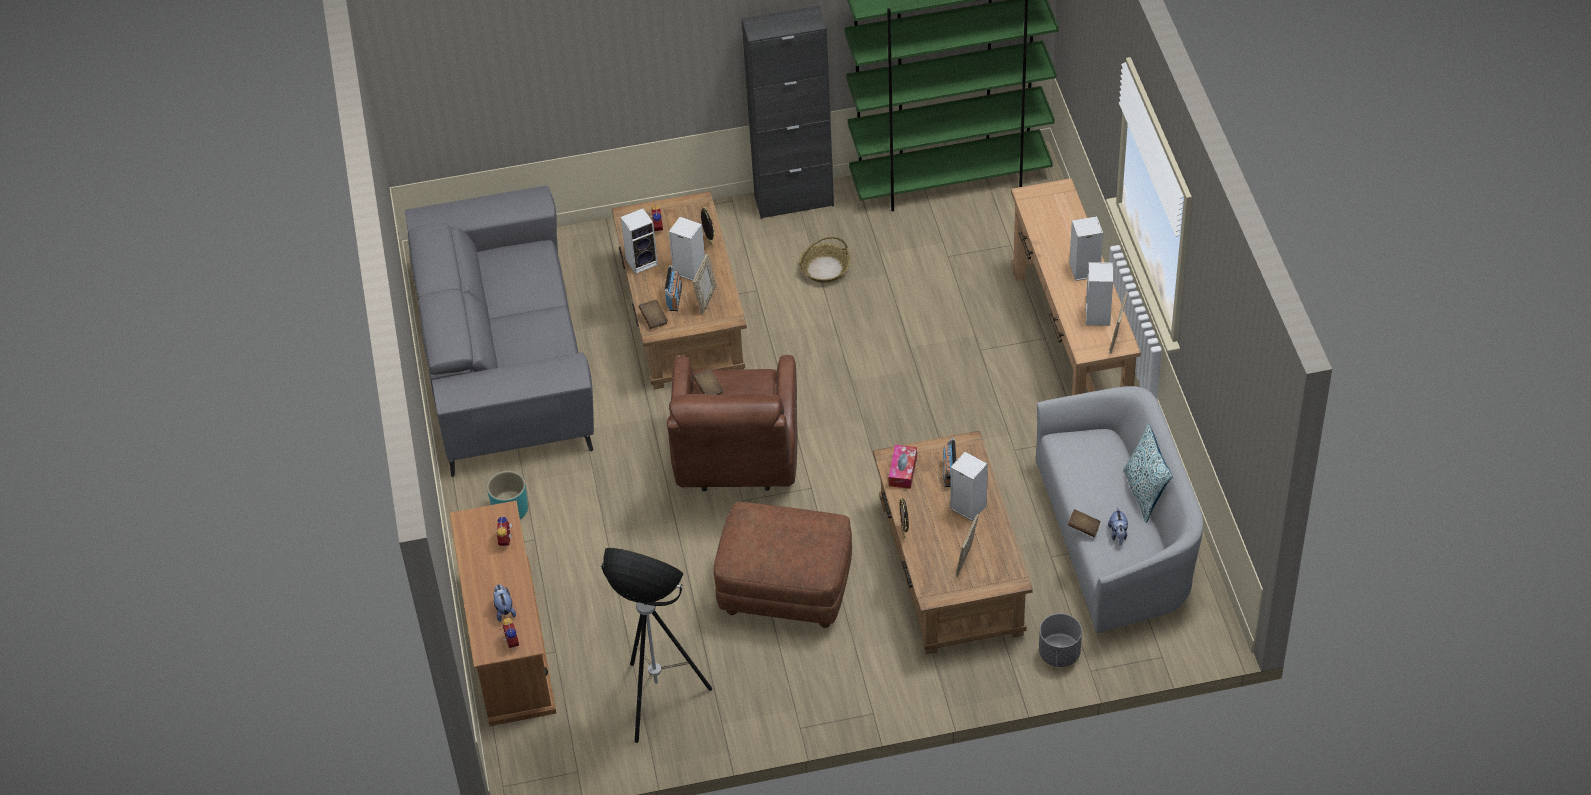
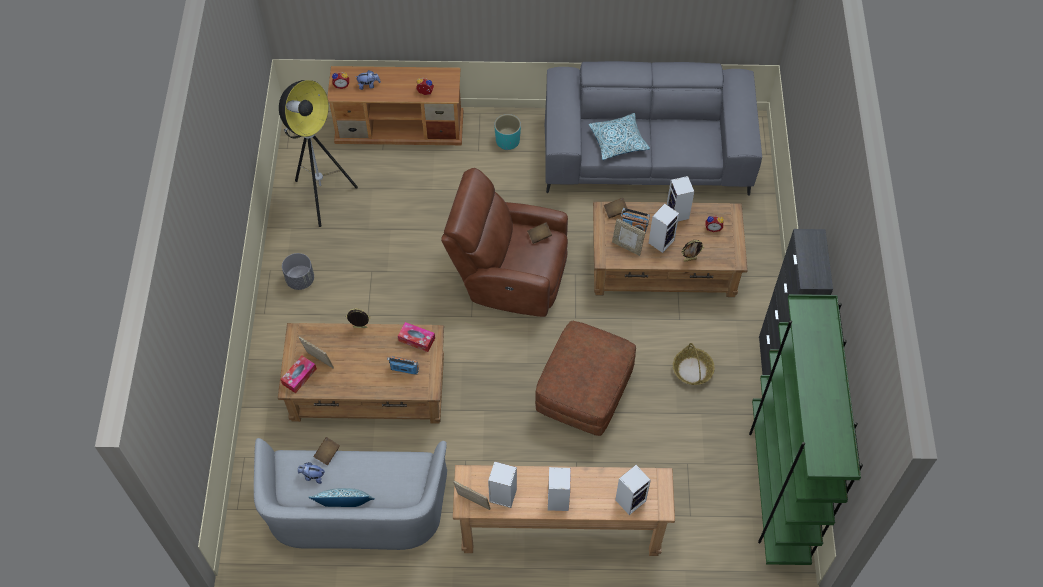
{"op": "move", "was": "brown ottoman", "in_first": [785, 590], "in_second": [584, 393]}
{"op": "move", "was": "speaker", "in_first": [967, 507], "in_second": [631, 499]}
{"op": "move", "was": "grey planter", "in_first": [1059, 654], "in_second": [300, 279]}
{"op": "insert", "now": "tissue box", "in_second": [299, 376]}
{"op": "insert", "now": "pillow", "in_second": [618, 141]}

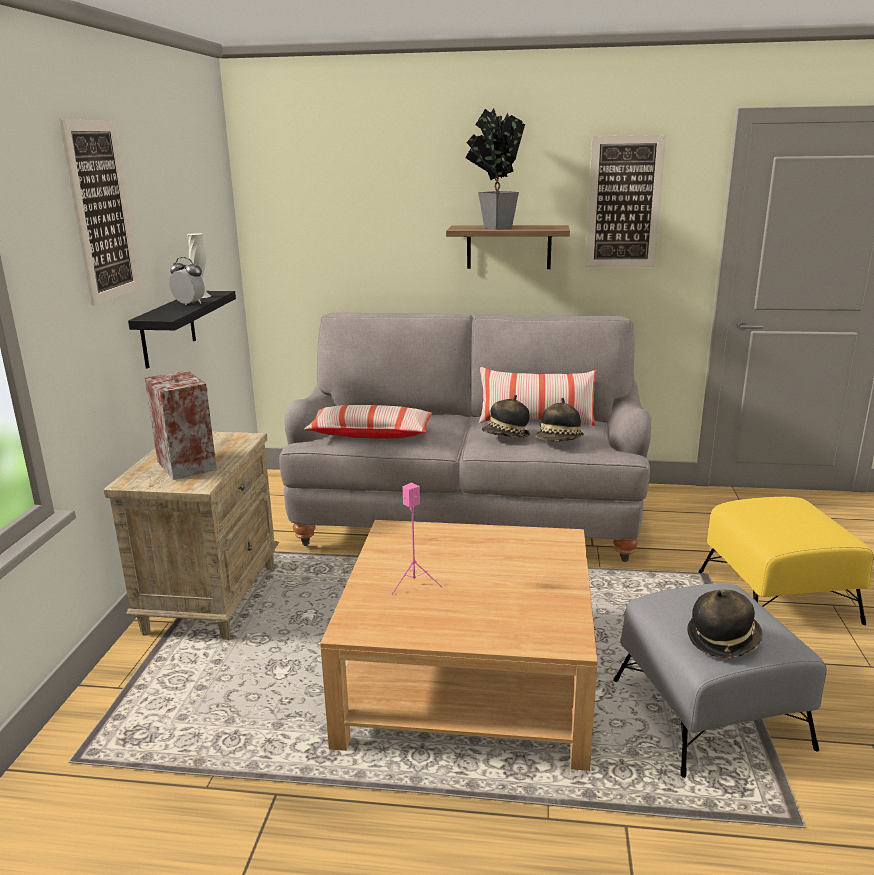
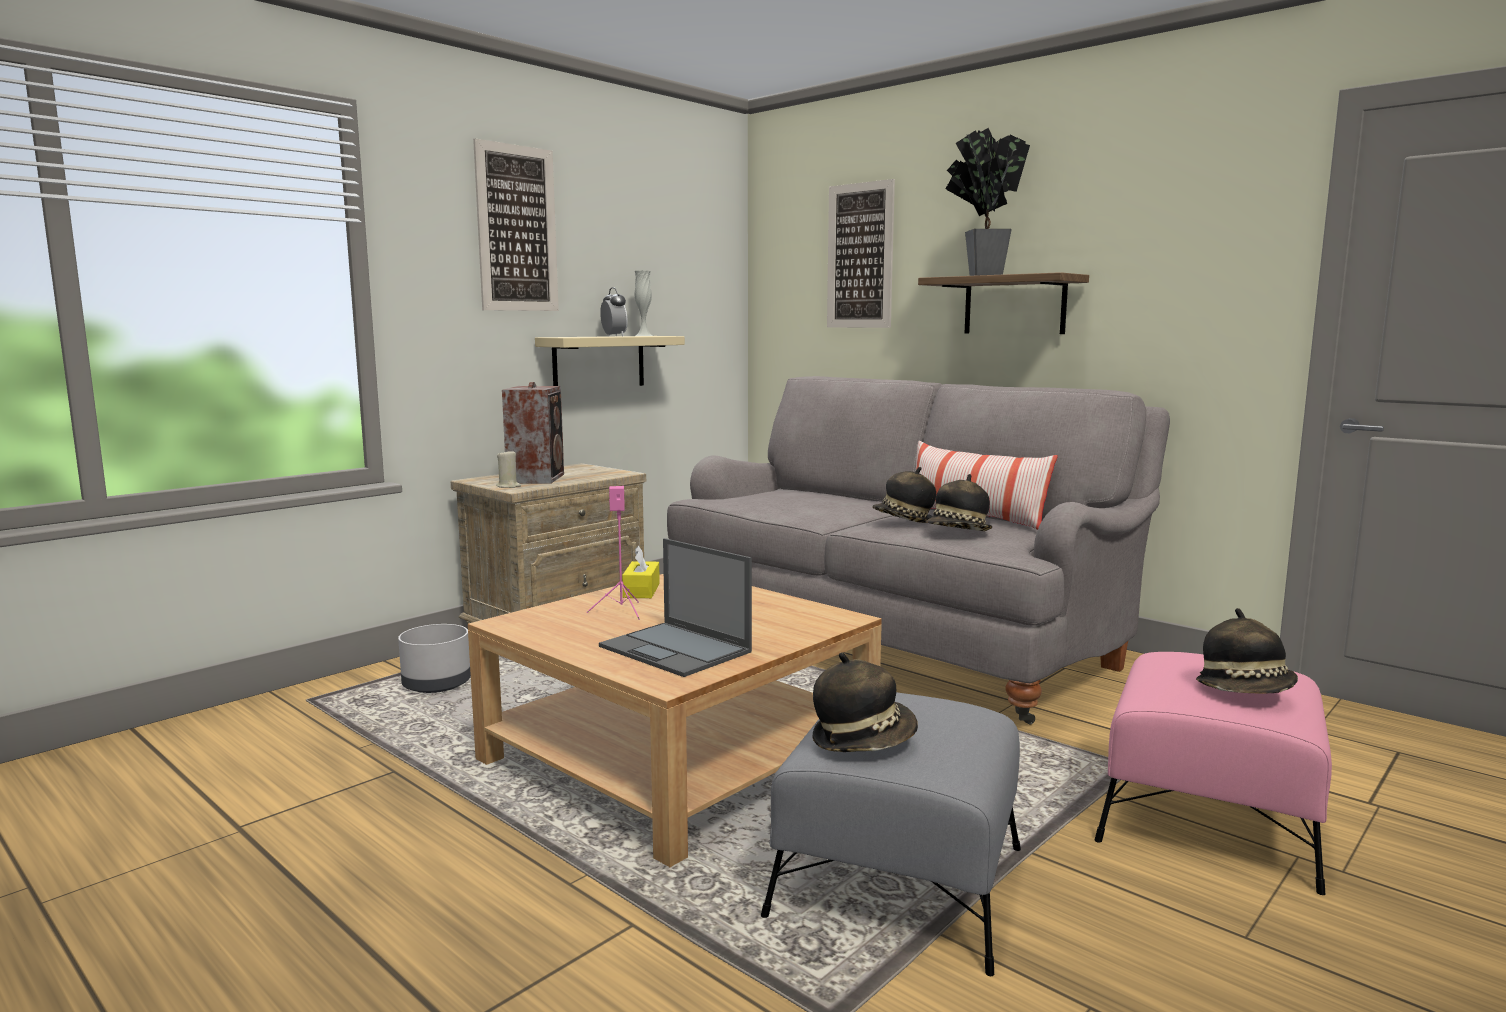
{"op": "recolor", "was": "black shelf", "now": "beige shelf", "in_first": [168, 329], "in_second": [599, 362]}
{"op": "delete", "was": "pillow", "in_first": [370, 434]}
{"op": "move", "was": "picture", "in_first": [624, 202], "in_second": [860, 256]}
{"op": "recolor", "was": "yellow ottoman", "now": "pink ottoman", "in_first": [777, 596], "in_second": [1210, 819]}
{"op": "insert", "now": "grey planter", "in_second": [437, 685]}
{"op": "insert", "now": "beige candle", "in_second": [508, 486]}
{"op": "insert", "now": "laptop", "in_second": [676, 650]}
{"op": "insert", "now": "yellow tissue box", "in_second": [641, 590]}
{"op": "insert", "now": "hat", "in_second": [1246, 691]}

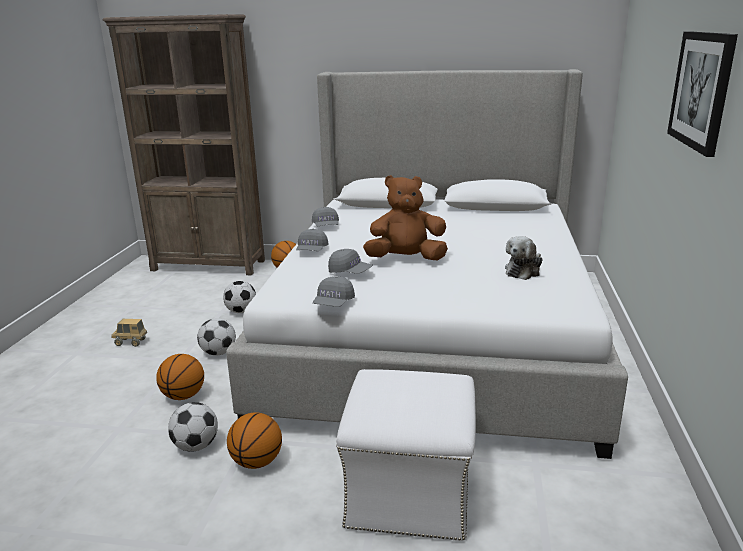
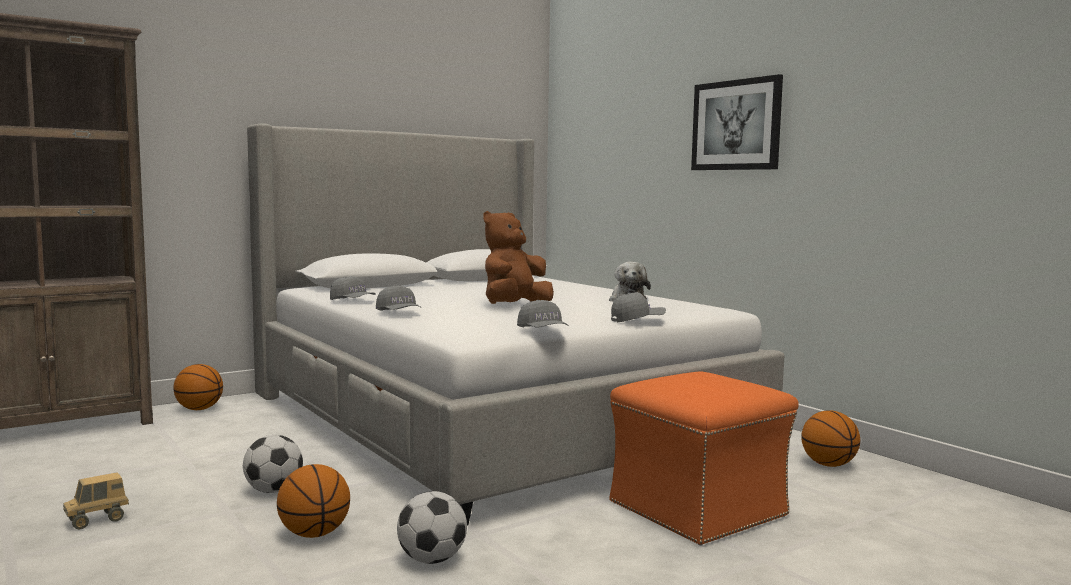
{"op": "delete", "was": "football", "in_first": [241, 311]}
{"op": "move", "was": "basketball", "in_first": [257, 462], "in_second": [828, 465]}
{"op": "move", "was": "grey cap", "in_first": [350, 272], "in_second": [637, 320]}
{"op": "recolor", "was": "white ottoman", "now": "orange ottoman", "in_first": [410, 493], "in_second": [699, 508]}

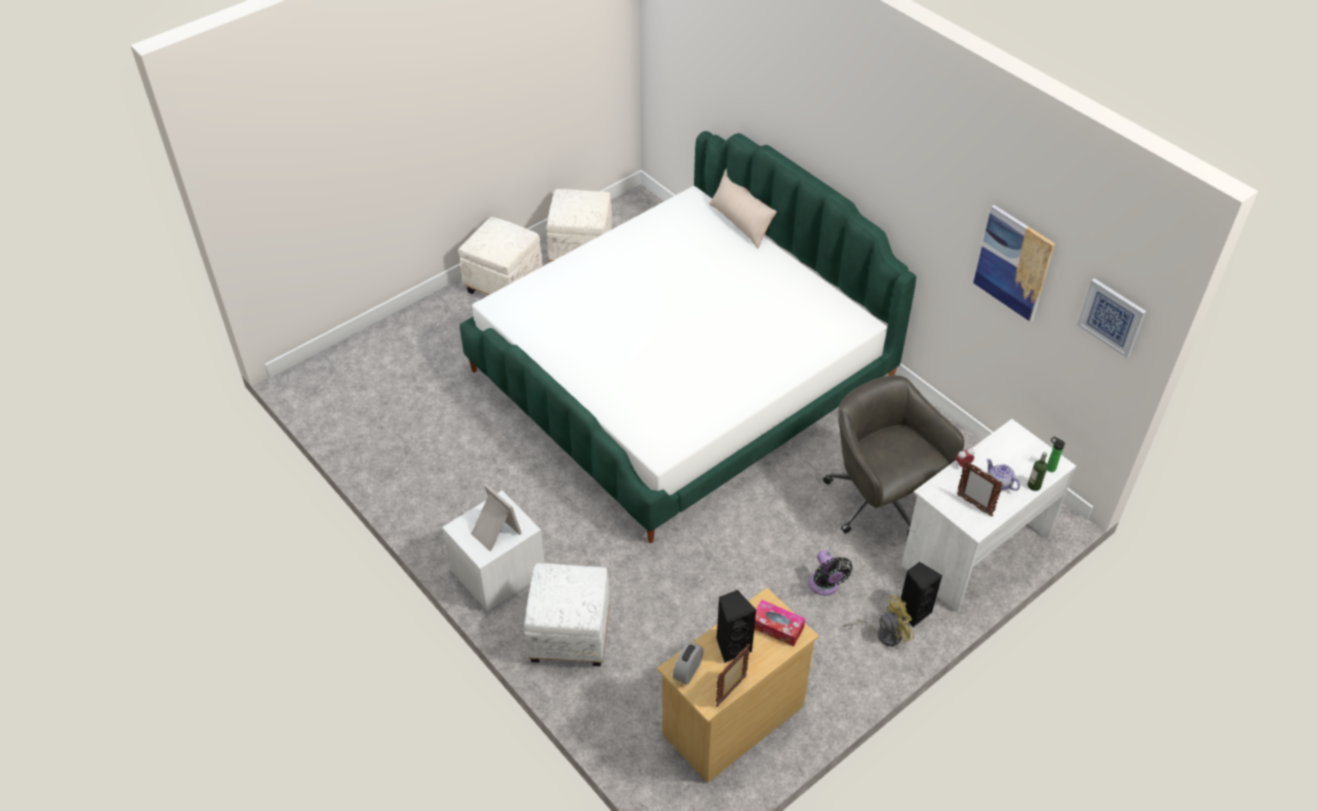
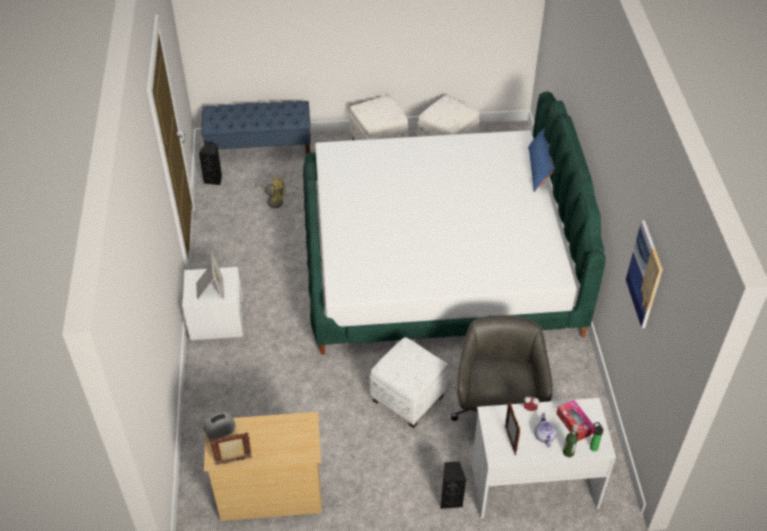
{"op": "move", "was": "white ottoman", "in_first": [571, 635], "in_second": [409, 398]}
{"op": "recolor", "was": "beige pillow", "now": "blue pillow", "in_first": [741, 222], "in_second": [539, 169]}
{"op": "move", "was": "black speaker", "in_first": [732, 646], "in_second": [214, 179]}
{"op": "move", "was": "tissue box", "in_first": [777, 627], "in_second": [574, 423]}
{"op": "delete", "was": "black fan", "in_first": [825, 586]}
{"op": "move", "was": "yellow fan", "in_first": [884, 633], "in_second": [273, 200]}
{"op": "delete", "was": "picture", "in_first": [1112, 317]}
{"op": "insert", "now": "blue bench", "in_second": [260, 151]}

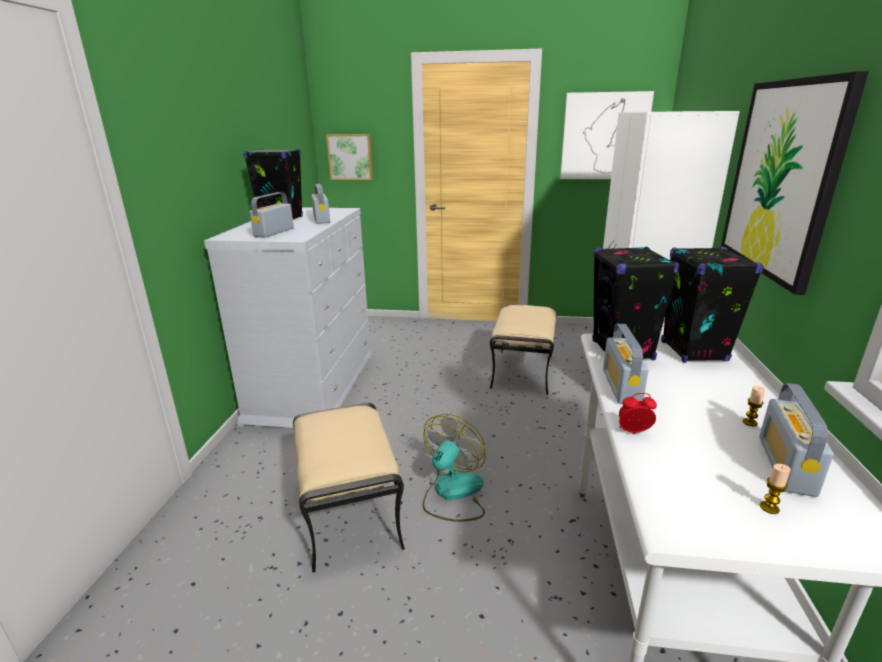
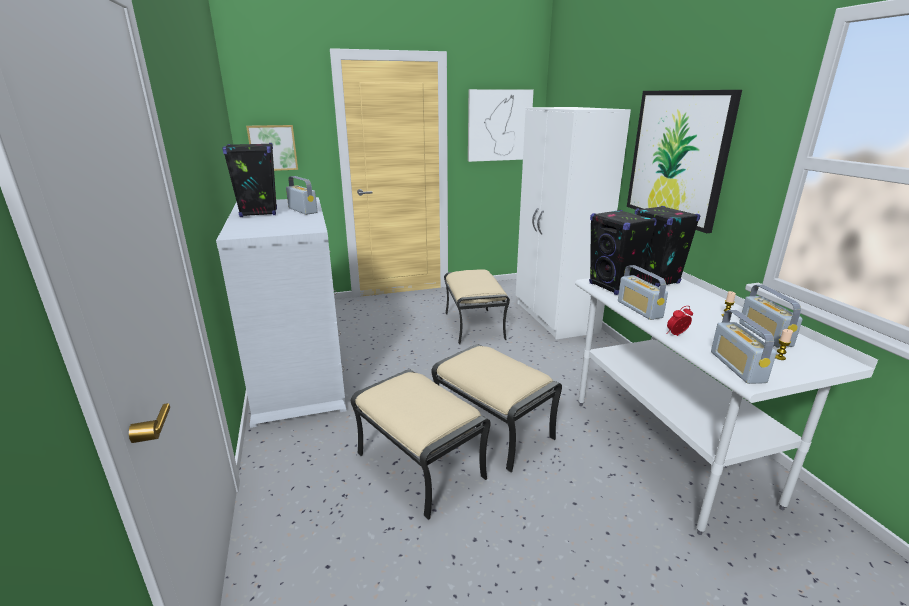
{"op": "move", "was": "radio", "in_first": [274, 232], "in_second": [737, 367]}
{"op": "replace", "was": "fan", "now": "beige ottoman", "in_first": [452, 494], "in_second": [491, 429]}

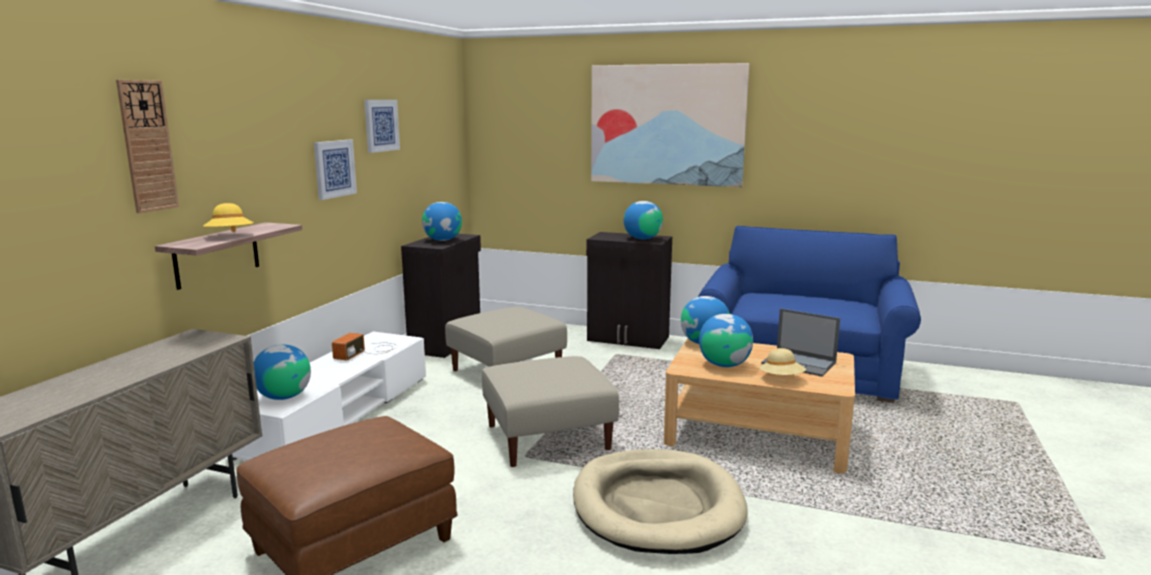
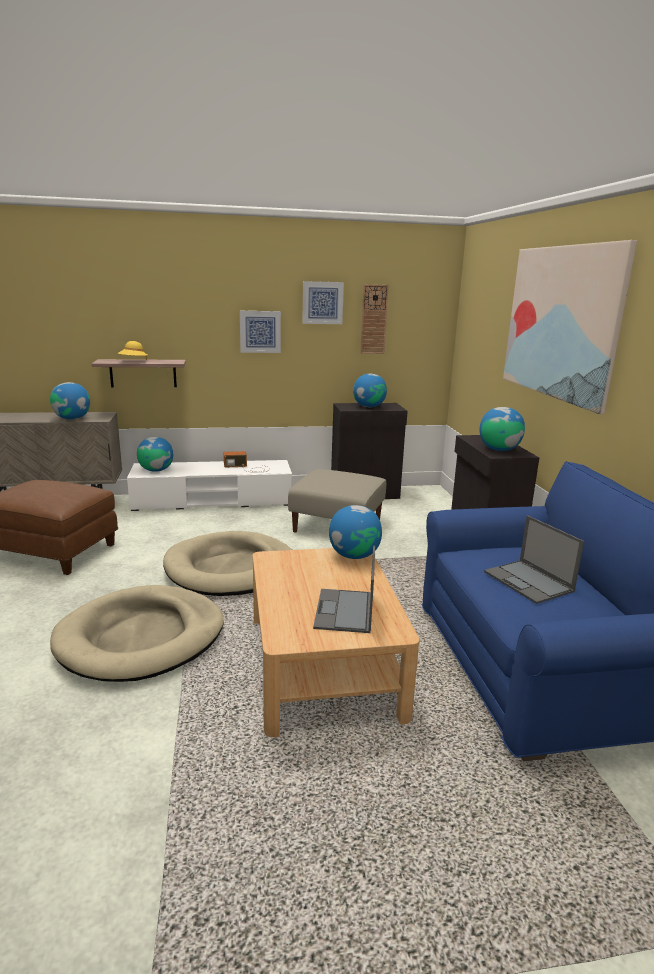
{"op": "move", "was": "wall clock", "in_first": [147, 146], "in_second": [374, 319]}
{"op": "replace", "was": "beige ottoman", "now": "beige dog bed", "in_first": [548, 437], "in_second": [231, 569]}
{"op": "move", "was": "globe", "in_first": [724, 365], "in_second": [72, 418]}
{"op": "delete", "was": "beige hat", "in_first": [781, 379]}
{"op": "insert", "now": "laptop", "in_second": [529, 582]}

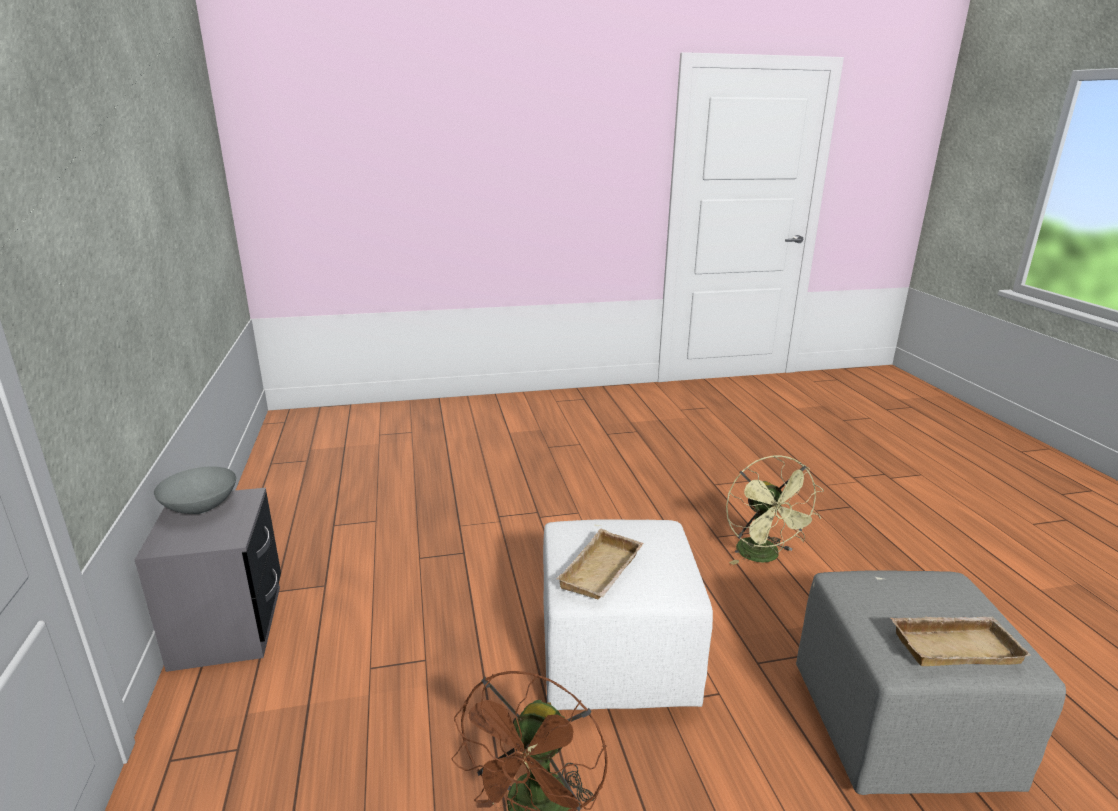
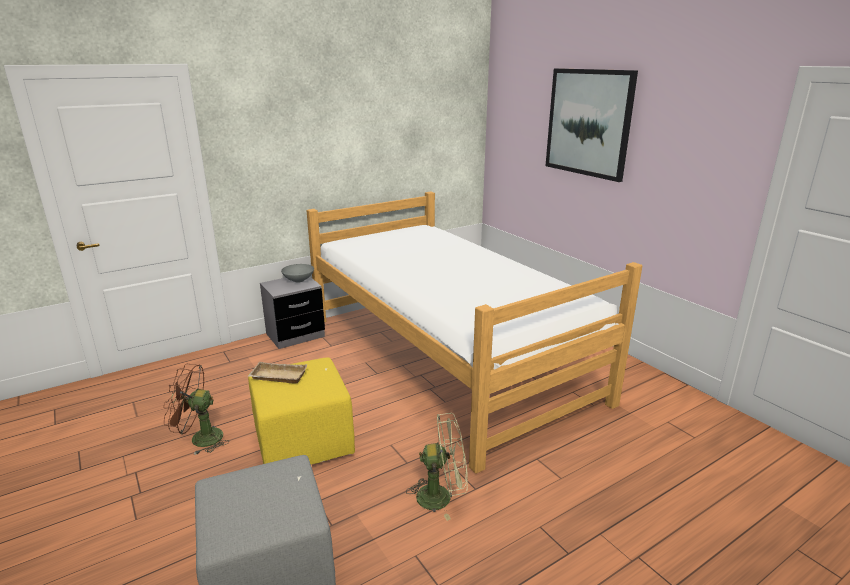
{"op": "recolor", "was": "white ottoman", "now": "yellow ottoman", "in_first": [614, 658], "in_second": [305, 442]}
{"op": "rotate", "was": "green fan", "in_first": [763, 556], "in_second": [441, 496], "clockwise": -150}
{"op": "delete", "was": "beige tray", "in_first": [954, 645]}
{"op": "insert", "now": "bed", "in_second": [447, 357]}
{"op": "insert", "now": "picture", "in_second": [588, 123]}

